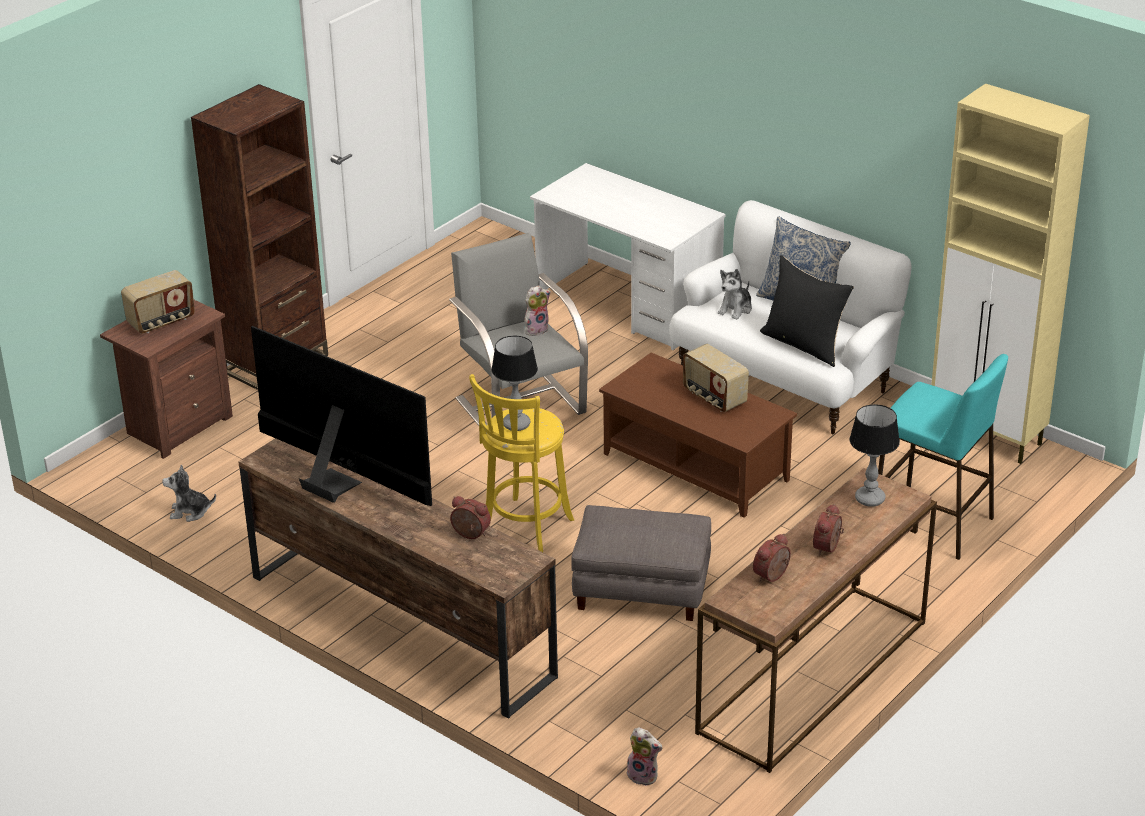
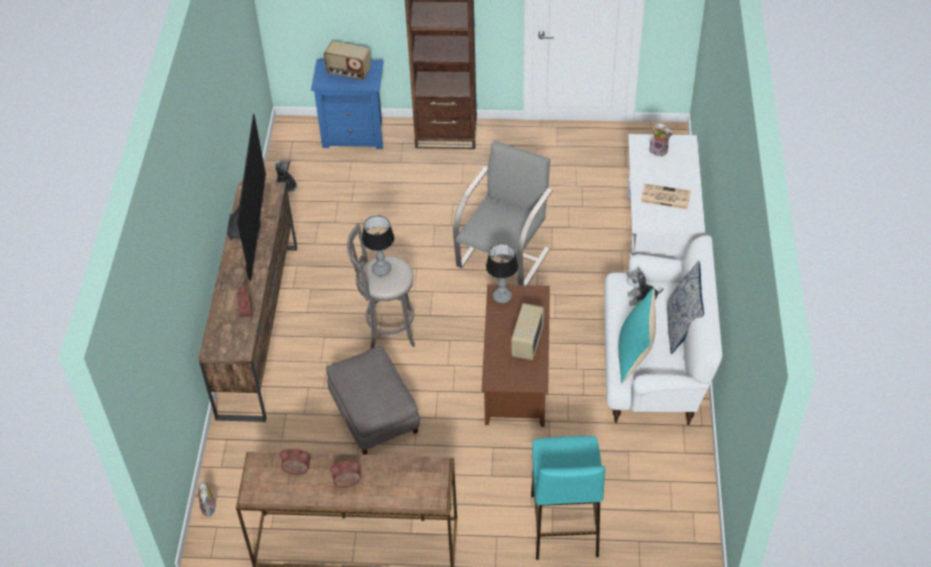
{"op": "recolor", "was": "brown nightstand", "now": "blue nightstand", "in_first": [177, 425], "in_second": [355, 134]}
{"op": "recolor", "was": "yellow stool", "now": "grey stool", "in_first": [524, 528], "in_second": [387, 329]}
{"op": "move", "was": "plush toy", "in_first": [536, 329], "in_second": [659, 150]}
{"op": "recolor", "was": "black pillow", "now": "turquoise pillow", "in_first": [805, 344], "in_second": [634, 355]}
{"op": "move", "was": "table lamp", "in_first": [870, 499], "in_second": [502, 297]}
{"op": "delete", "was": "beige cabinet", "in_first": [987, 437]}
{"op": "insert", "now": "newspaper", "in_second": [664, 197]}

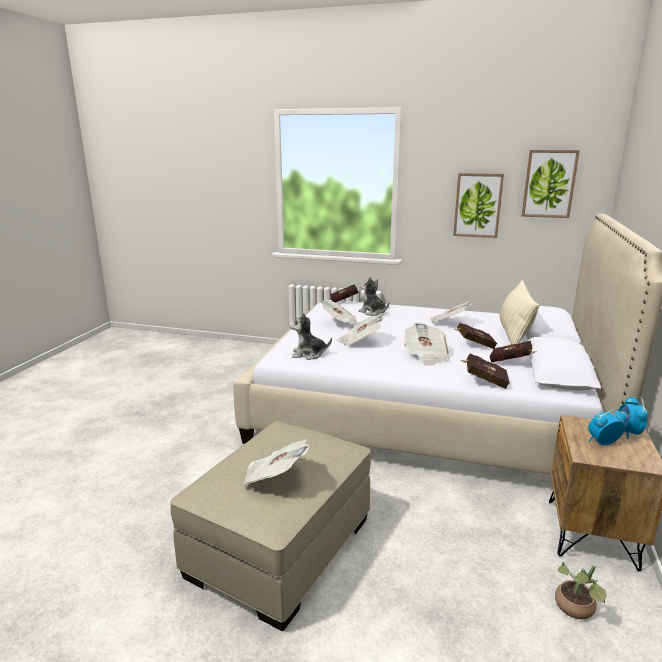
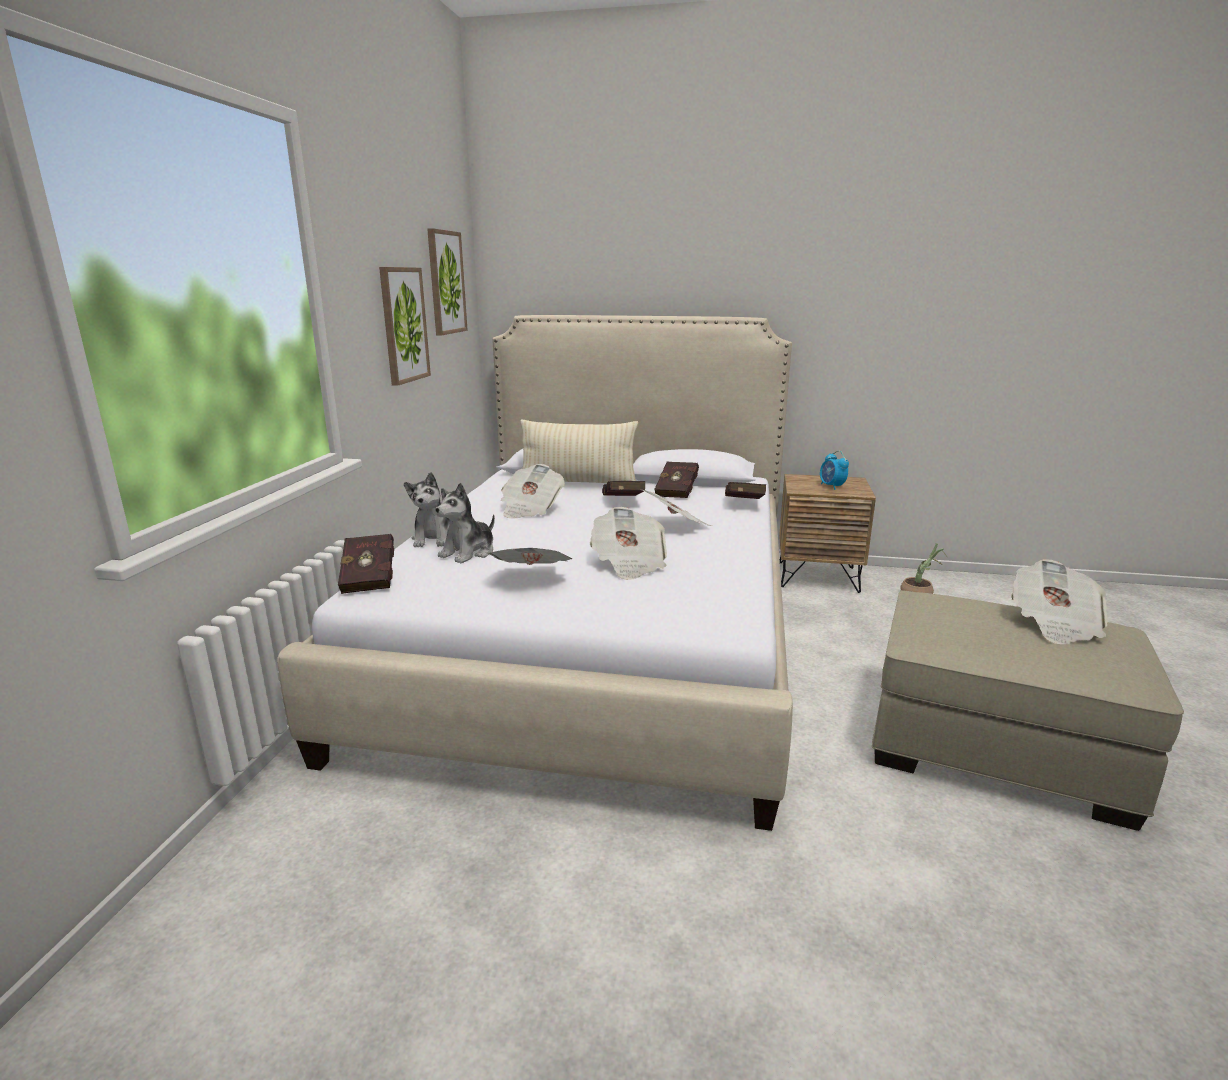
{"op": "move", "was": "plush toy", "in_first": [308, 354], "in_second": [434, 538]}
{"op": "delete", "was": "alarm clock", "in_first": [627, 433]}

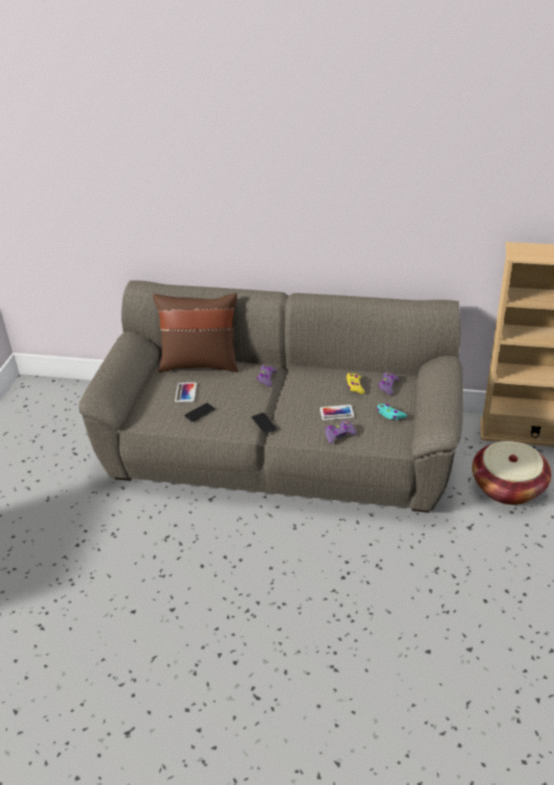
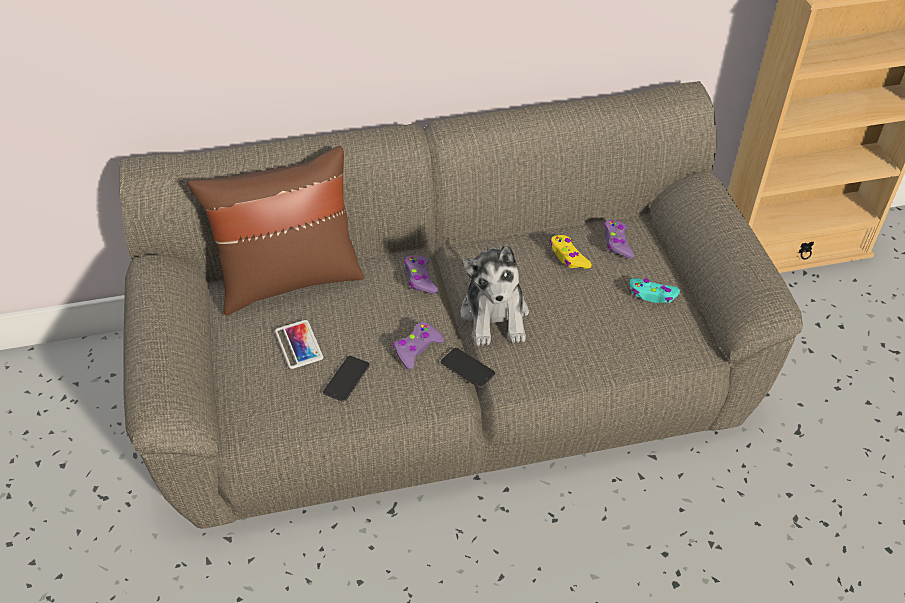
{"op": "delete", "was": "phone", "in_first": [336, 413]}
{"op": "move", "was": "purple game controller", "in_first": [339, 434], "in_second": [417, 349]}
{"op": "delete", "was": "basket", "in_first": [508, 487]}
{"op": "insert", "now": "plush toy", "in_second": [495, 315]}

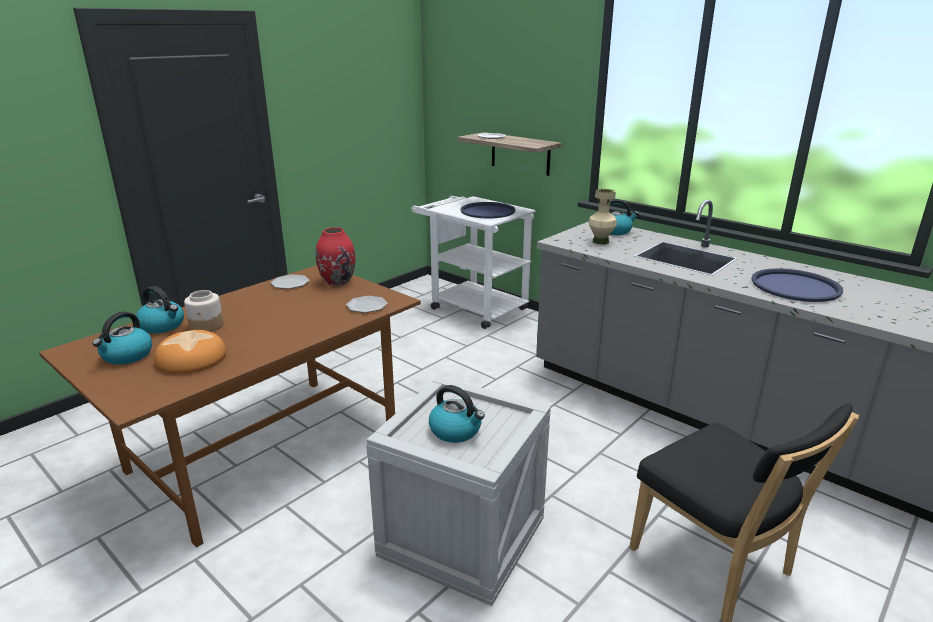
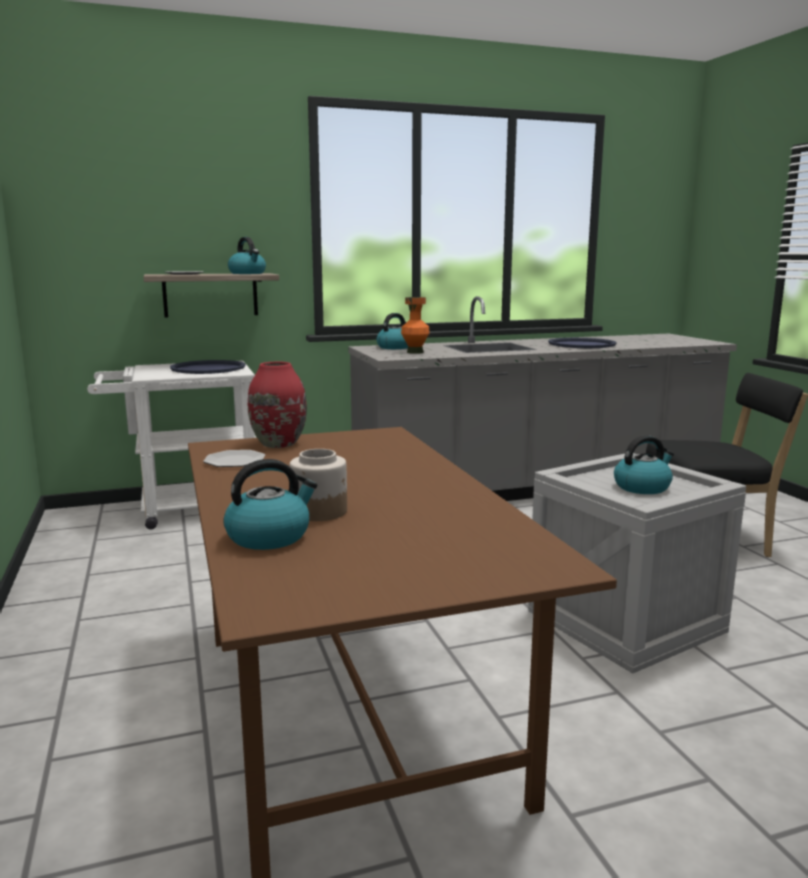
{"op": "move", "was": "kettle", "in_first": [127, 356], "in_second": [248, 273]}
{"op": "delete", "was": "bread", "in_first": [190, 358]}
{"op": "delete", "was": "plate", "in_first": [366, 306]}
{"op": "recolor", "was": "beige vase", "now": "orange vase", "in_first": [600, 241], "in_second": [415, 352]}

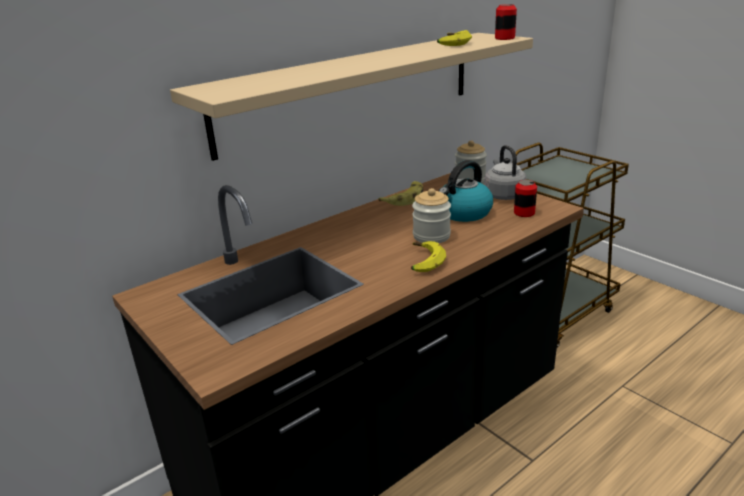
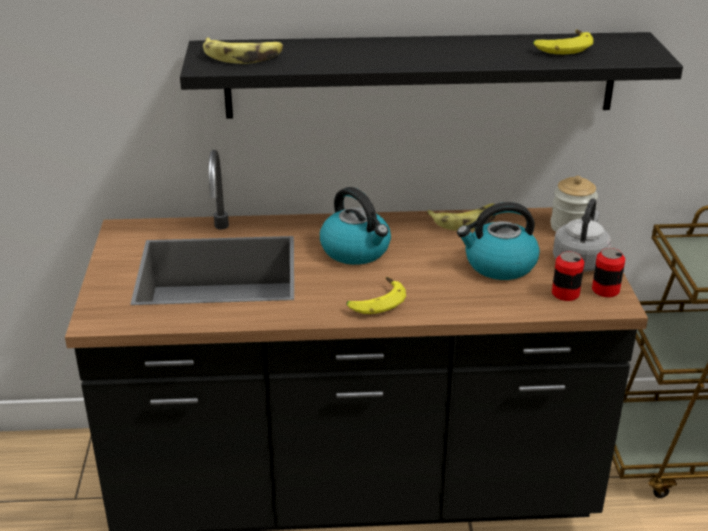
{"op": "recolor", "was": "beige shelf", "now": "black shelf", "in_first": [352, 90], "in_second": [421, 75]}
{"op": "delete", "was": "jar", "in_first": [431, 236]}
{"op": "move", "was": "can", "in_first": [504, 38], "in_second": [605, 290]}
{"op": "insert", "now": "banana", "in_second": [243, 56]}
{"op": "insert", "now": "kettle", "in_second": [356, 251]}

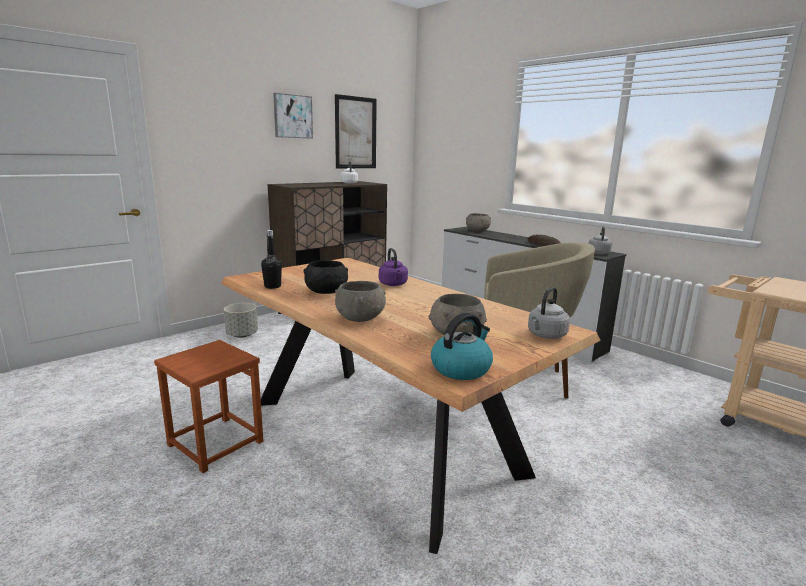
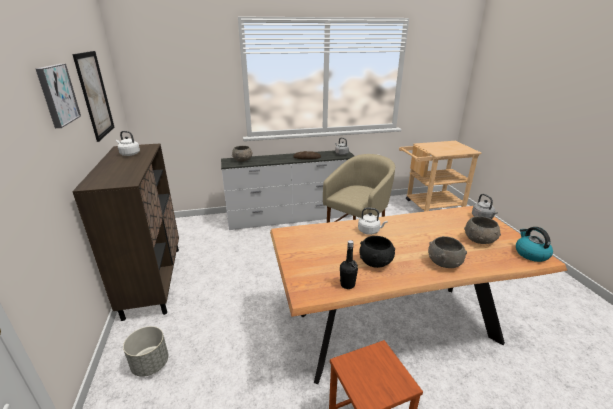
{"op": "recolor", "was": "purple kettle", "now": "white kettle", "in_first": [393, 284], "in_second": [370, 231]}

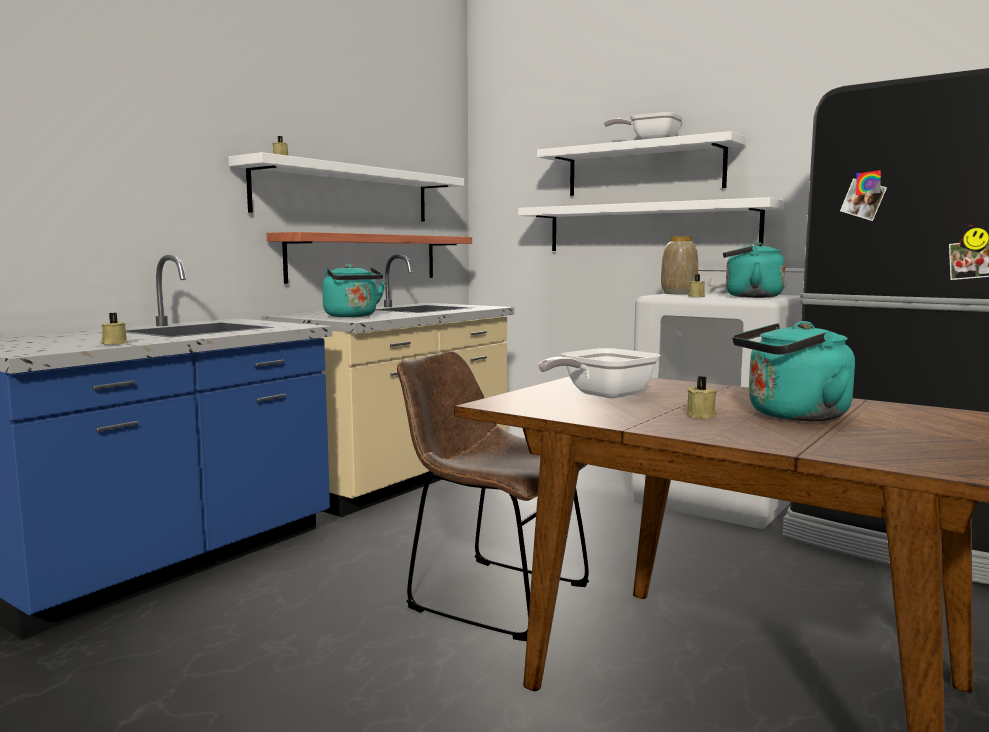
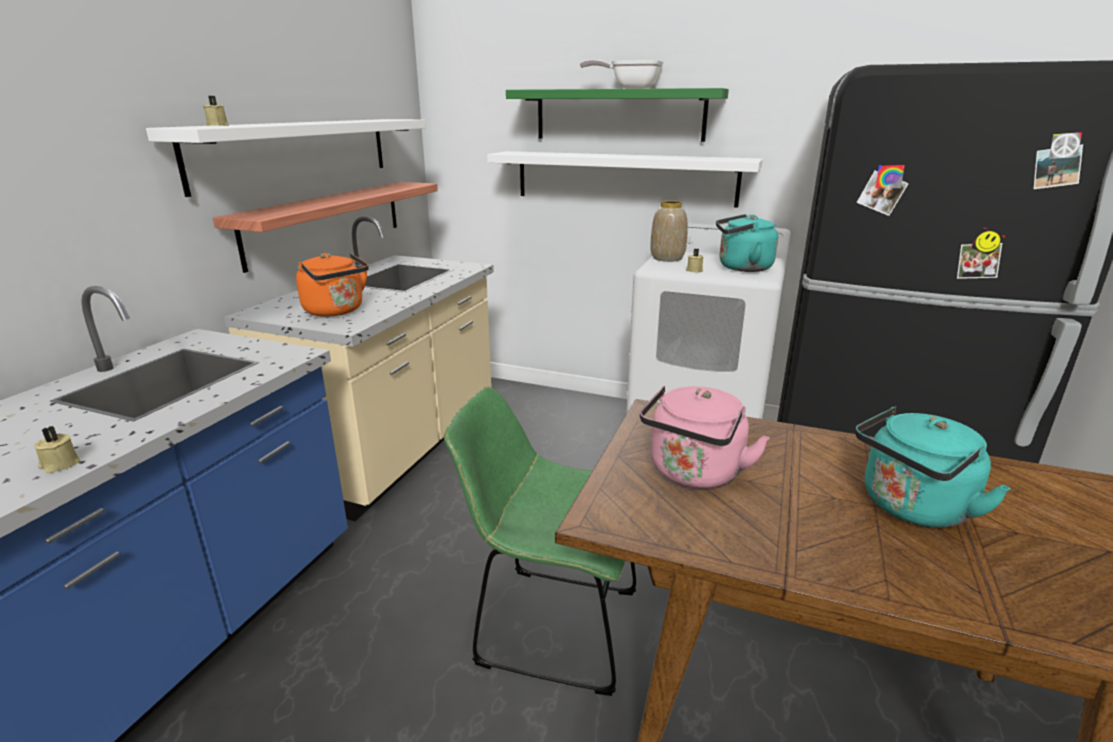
{"op": "recolor", "was": "turquoise kettle", "now": "orange kettle", "in_first": [352, 316], "in_second": [336, 311]}
{"op": "recolor", "was": "brown chair", "now": "green chair", "in_first": [491, 595], "in_second": [549, 625]}
{"op": "recolor", "was": "white shelf", "now": "green shelf", "in_first": [644, 169], "in_second": [619, 115]}
{"op": "replace", "was": "frying pan", "now": "pink kettle", "in_first": [601, 395], "in_second": [693, 474]}
{"op": "delete", "was": "beige candle", "in_first": [702, 415]}

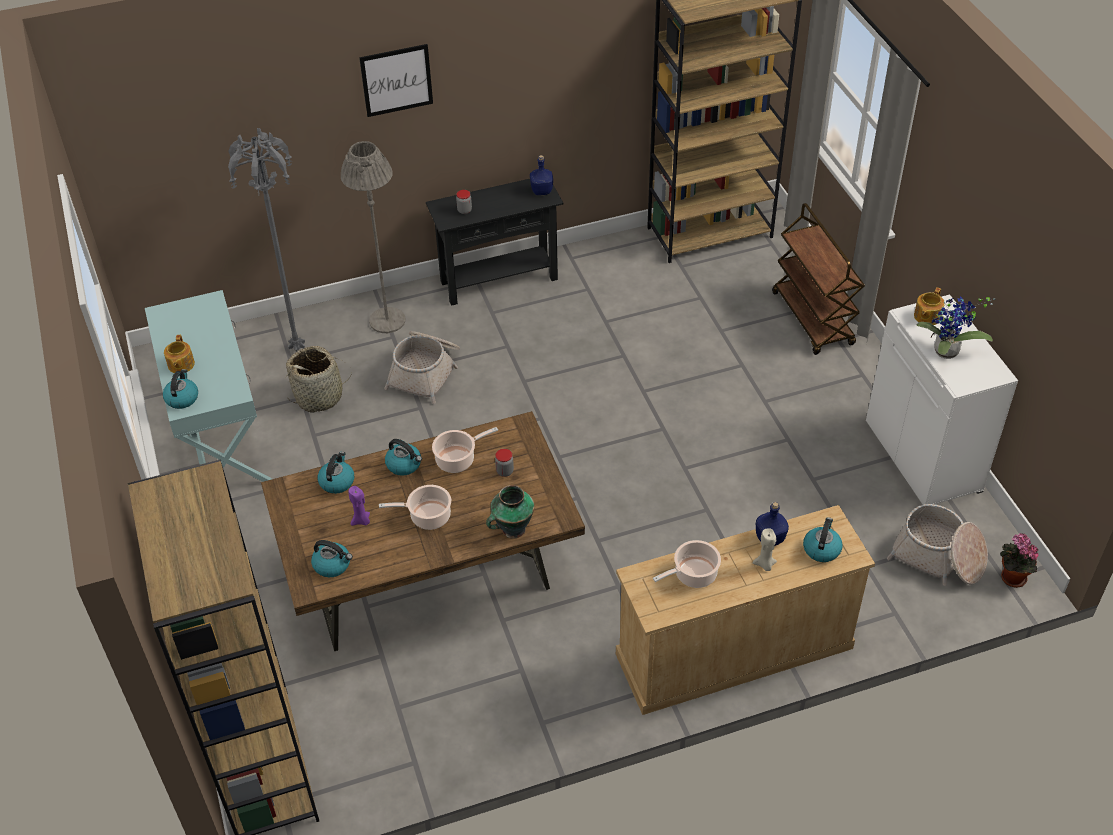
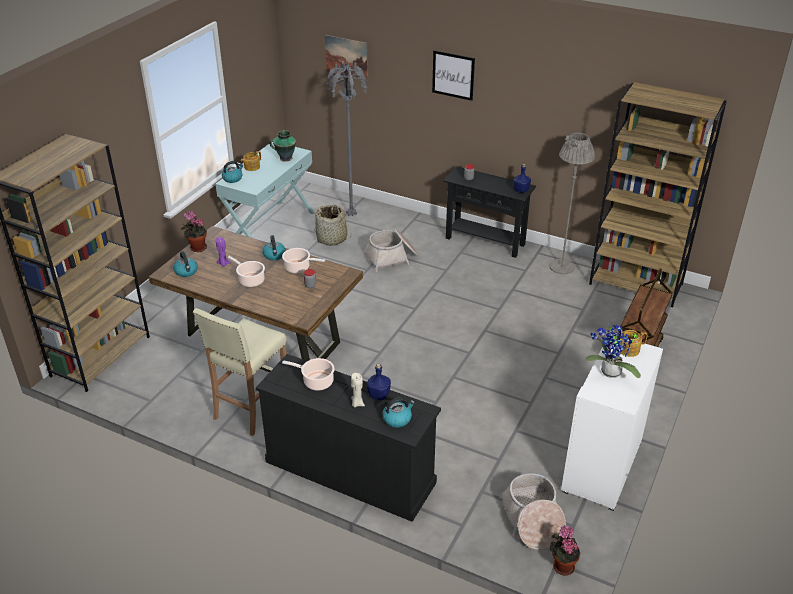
{"op": "delete", "was": "kettle", "in_first": [337, 481]}
{"op": "move", "was": "grey floor lamp", "in_first": [387, 320], "in_second": [561, 267]}
{"op": "move", "was": "vase", "in_first": [512, 530], "in_second": [285, 158]}
{"op": "recolor", "was": "beige dresser", "now": "black dresser", "in_first": [733, 652], "in_second": [349, 472]}
{"op": "insert", "now": "potted plant", "in_second": [196, 248]}
{"op": "insert", "now": "beige stool", "in_second": [251, 408]}
{"op": "insert", "now": "picture", "in_second": [346, 57]}

